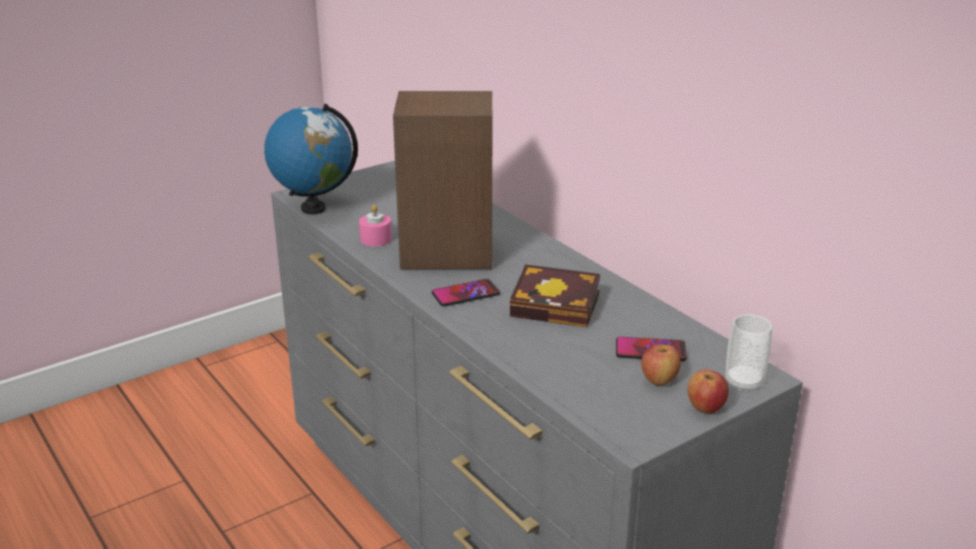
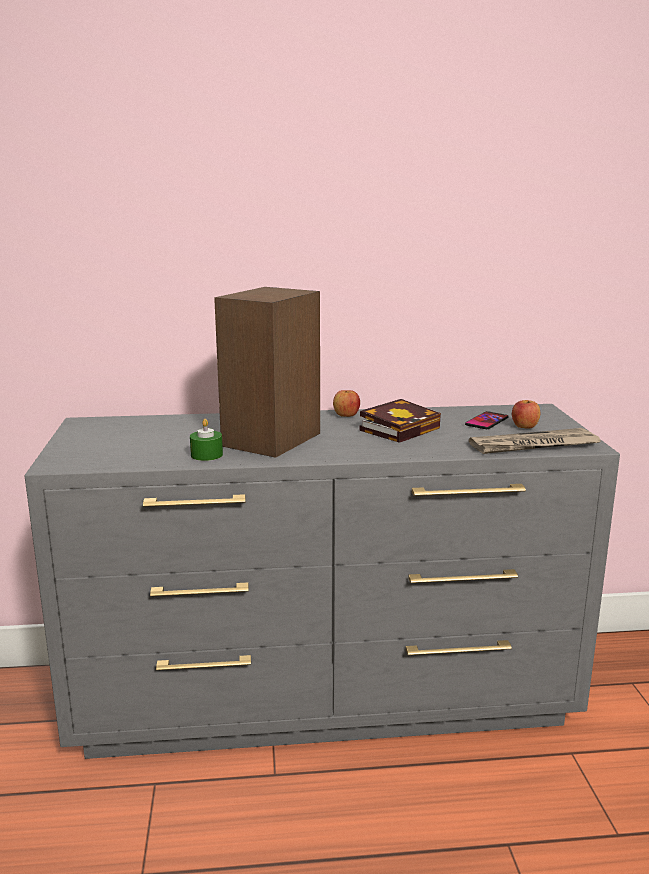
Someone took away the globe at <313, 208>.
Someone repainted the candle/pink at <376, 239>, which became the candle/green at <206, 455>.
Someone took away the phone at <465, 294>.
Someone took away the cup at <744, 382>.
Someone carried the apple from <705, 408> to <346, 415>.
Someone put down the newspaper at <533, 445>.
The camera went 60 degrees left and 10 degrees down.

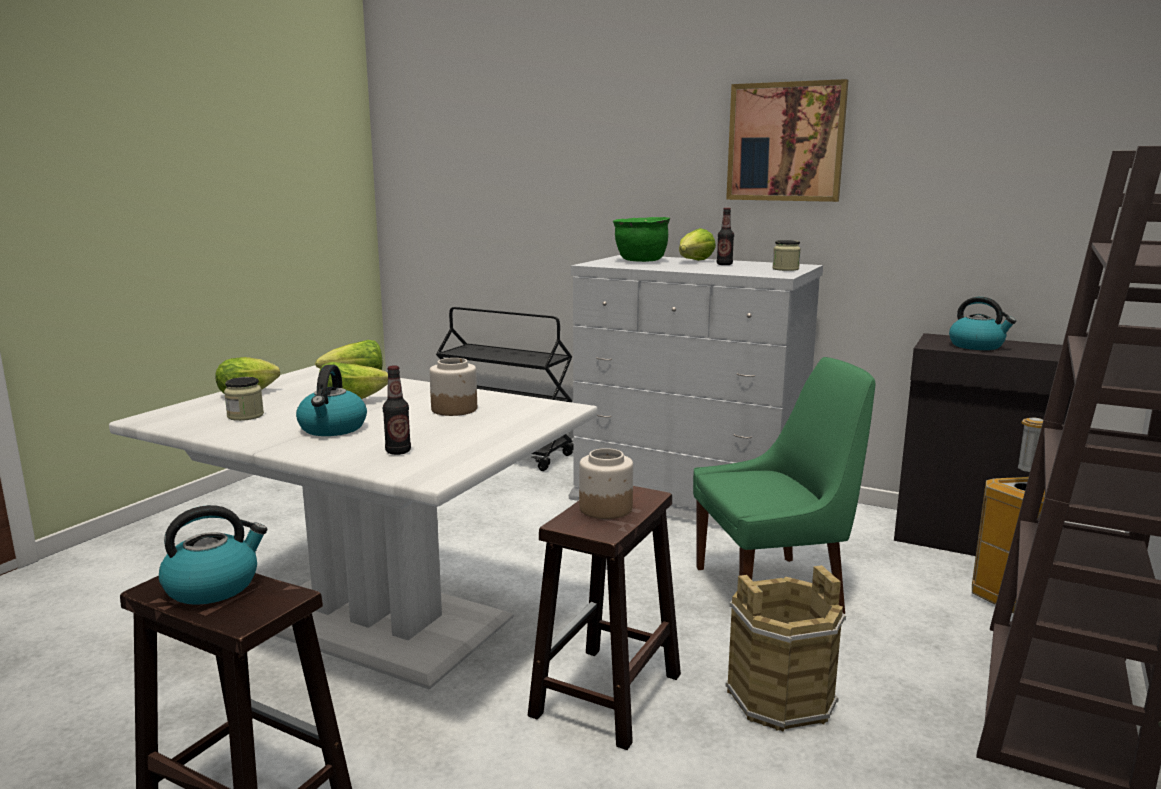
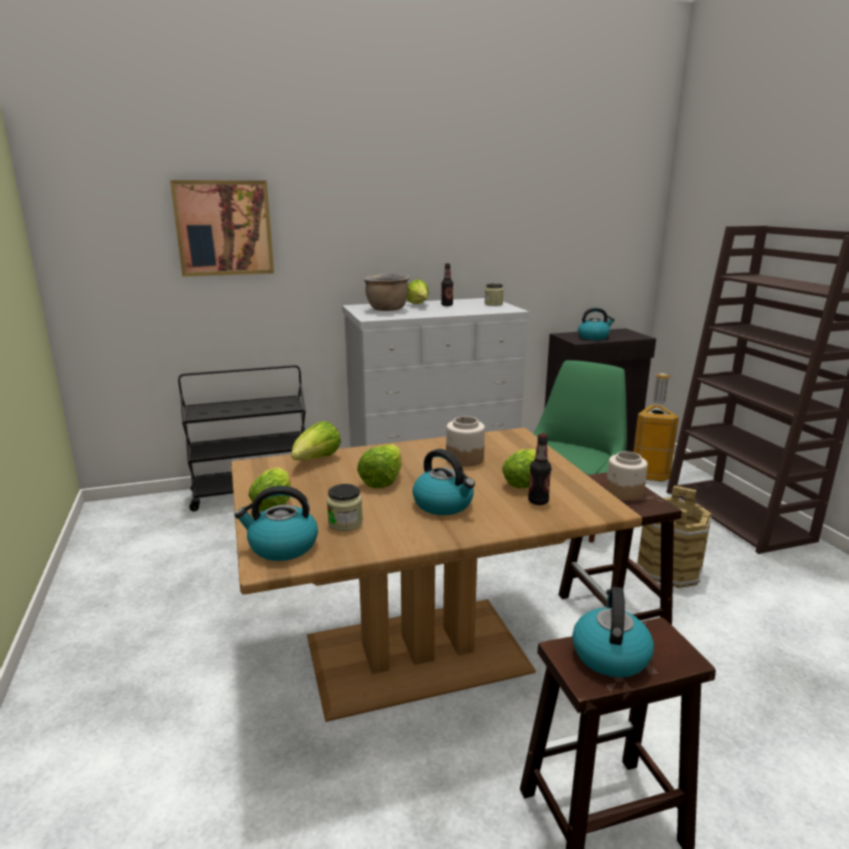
Someone carried the picture from <785, 142> to <224, 228>.
Someone repainted the cooking pot/green at <641, 261>, which became the cooking pot/brown at <387, 310>.
Someone repainted the dining table/white at <375, 622>, which became the dining table/brown at <418, 656>.
Someone put down the lettuce at <524, 482>.
Someone put down the kettle at <282, 546>.
The camera went 45 degrees left and 5 degrees up.

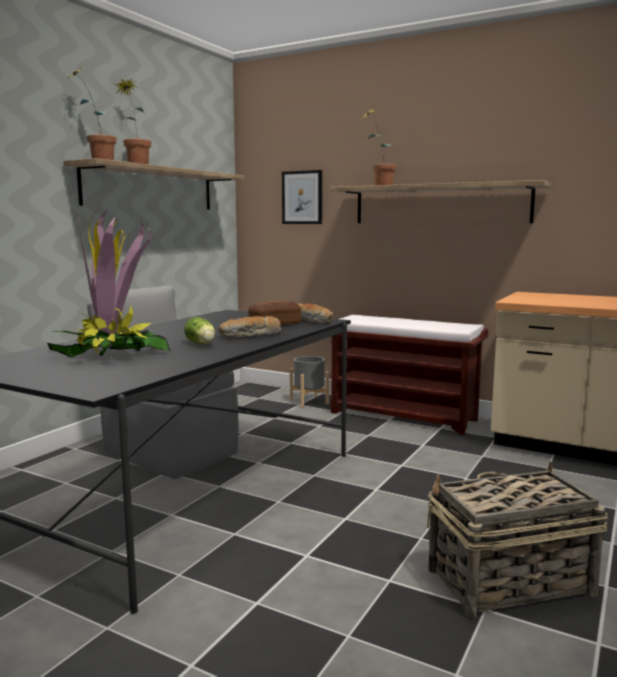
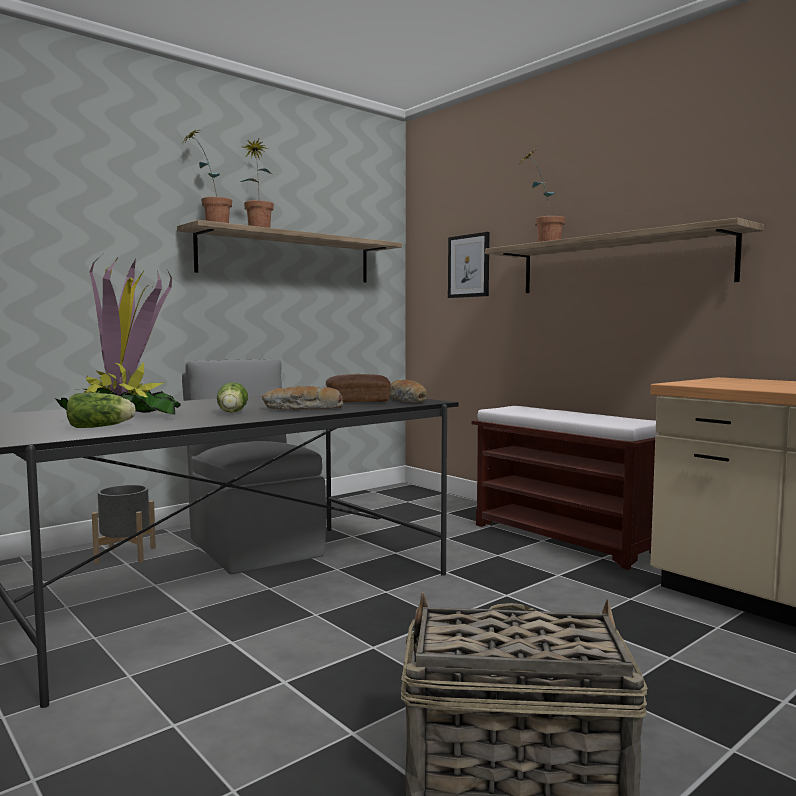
Someone carried the planter/grey from <309, 401> to <126, 555>.
Someone put down the lettuce at <102, 427>.
The camera went 20 degrees right and 5 degrees down.

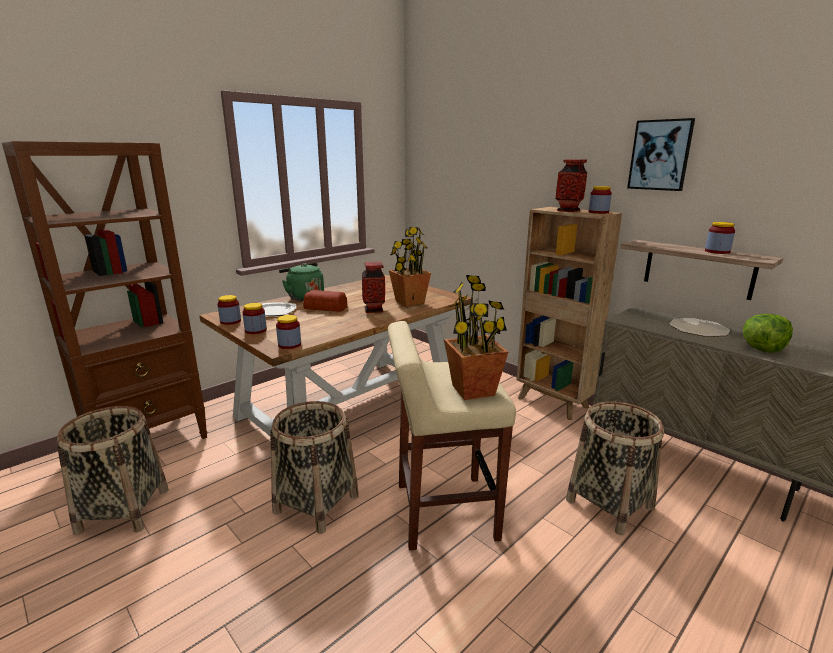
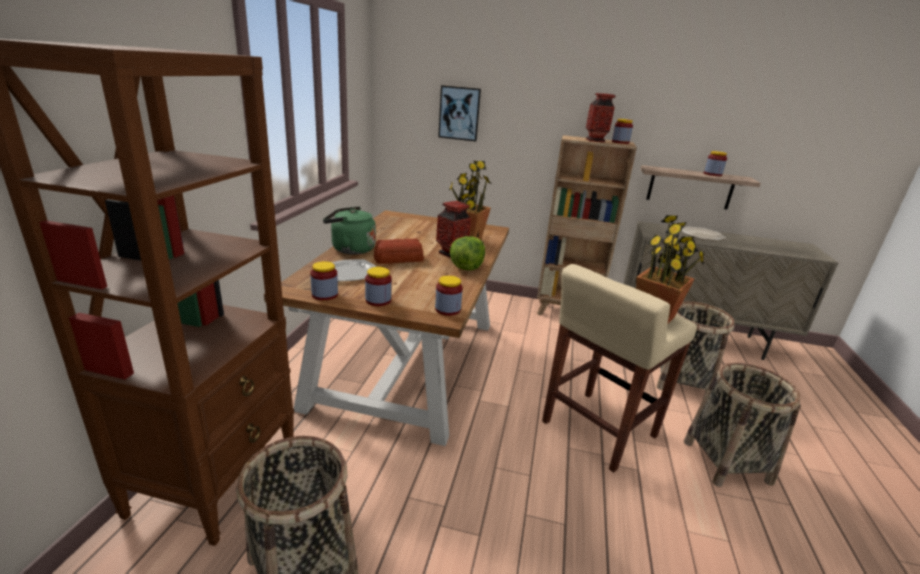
Someone carried the picture from <660, 155> to <459, 113>.
Someone carried the lettuce from <762, 349> to <466, 267>.
Someone carried the basket from <316, 503> to <726, 462>.
The camera went 35 degrees left and 5 degrees up.

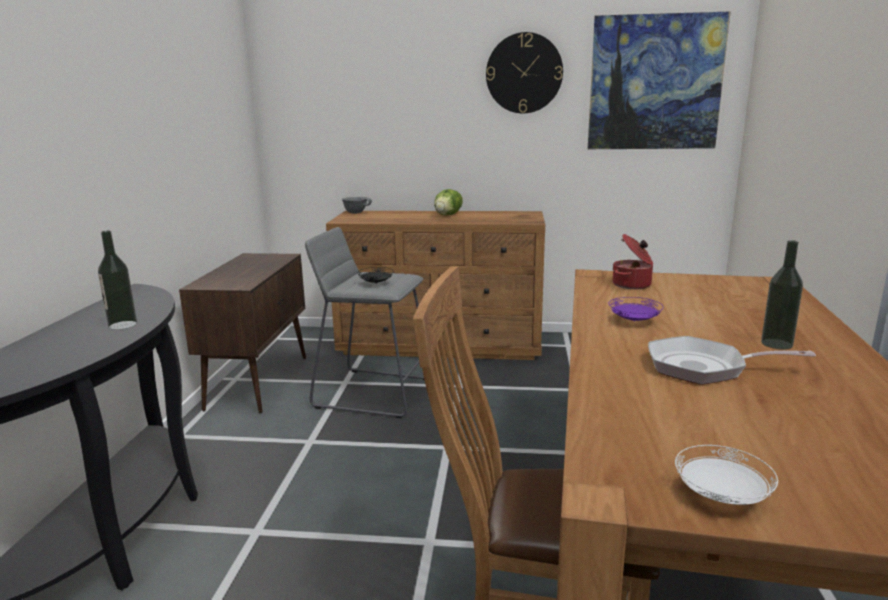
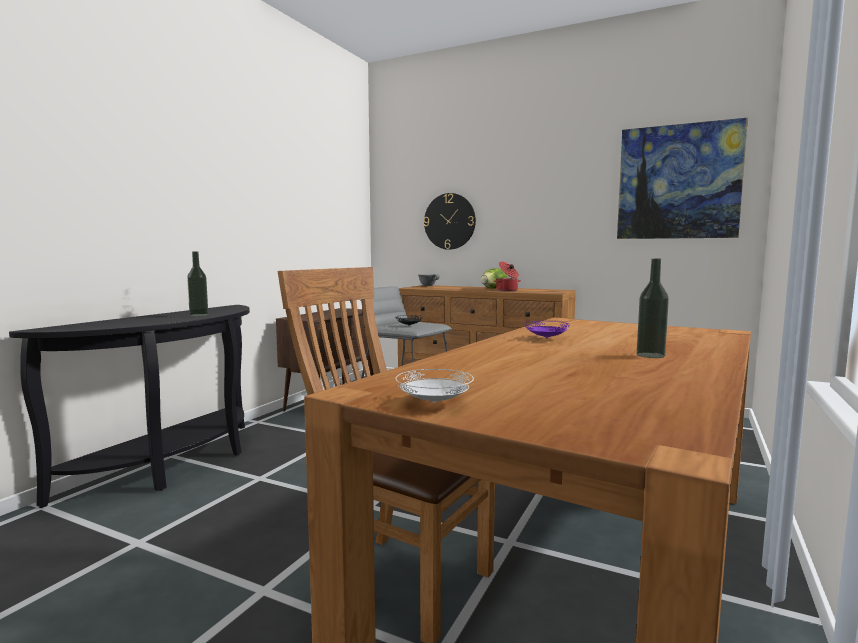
Someone carried the wall clock from <524, 73> to <449, 221>.
Someone carried the cooking pot from <632, 285> to <507, 290>.
Someone took away the frying pan at <703, 367>.
The camera went 20 degrees right and 10 degrees down.

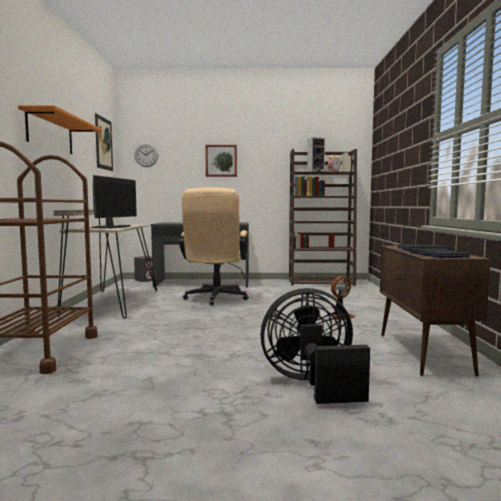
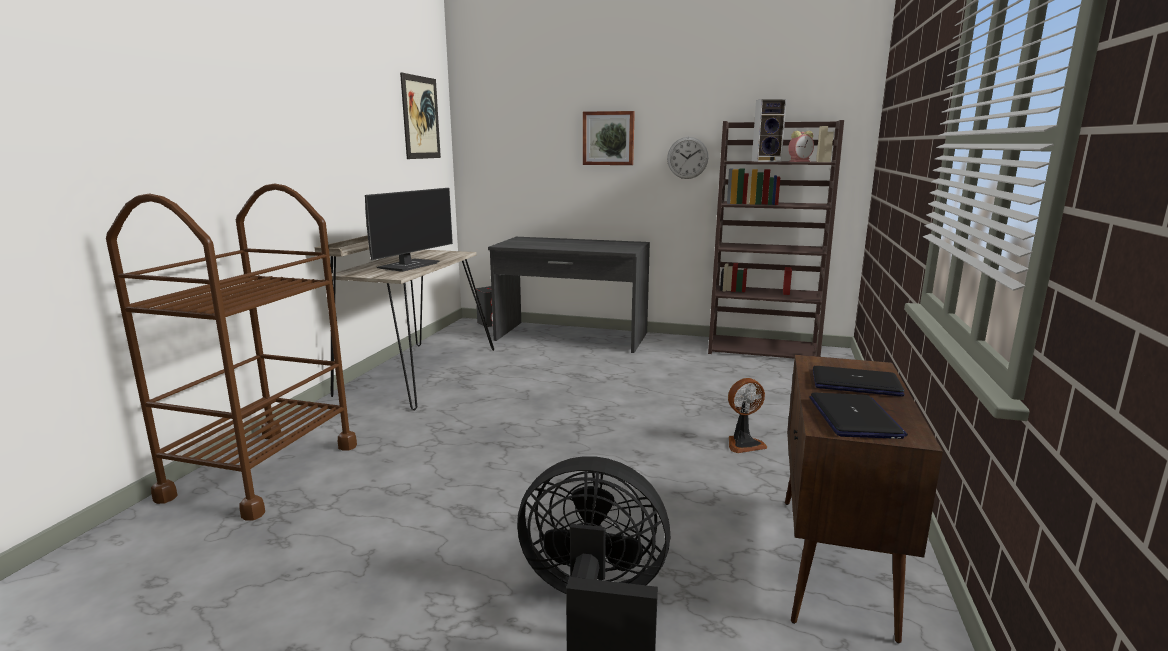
Someone took away the shelf/orange at <50, 133>.
Someone carried the wall clock from <146, 155> to <687, 158>.
Someone took away the office chair/beige at <215, 299>.
The camera went 15 degrees right and 10 degrees up.

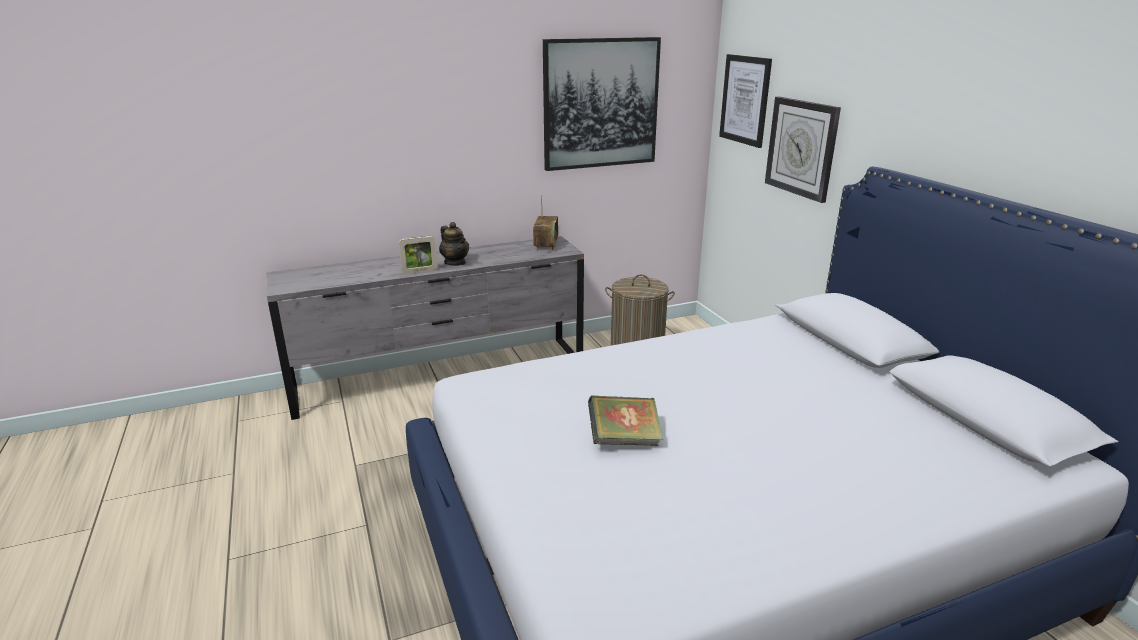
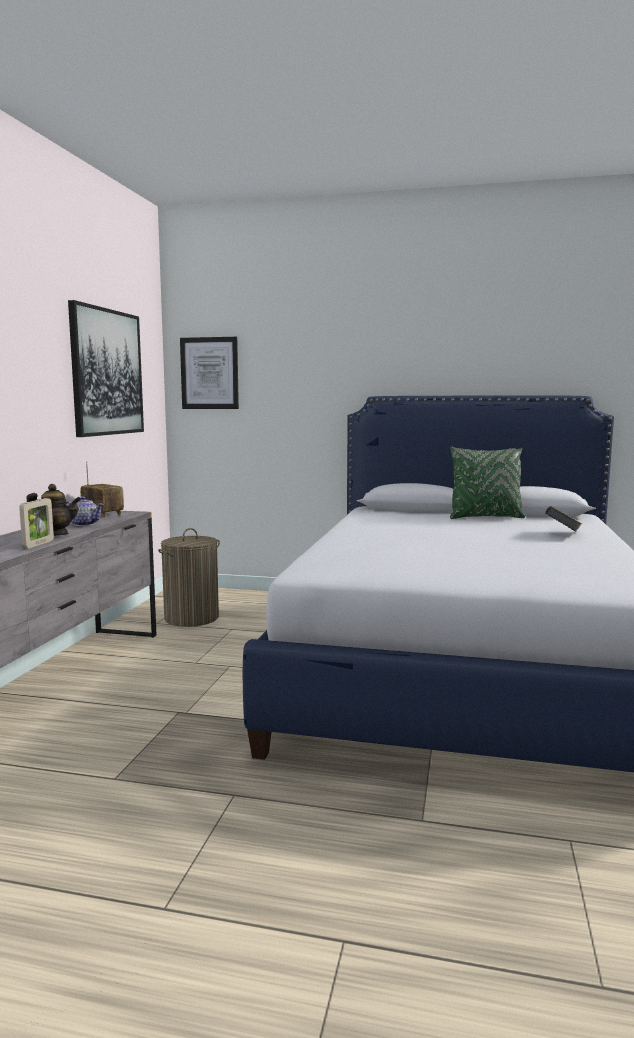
Someone took away the wall clock at <801, 148>.
Someone carried the book from <624, 440> to <563, 534>.
Someone put down the pillow/green at <485, 517>.
Someone put down the teapot at <84, 524>.
The camera went 55 degrees left and 15 degrees down.

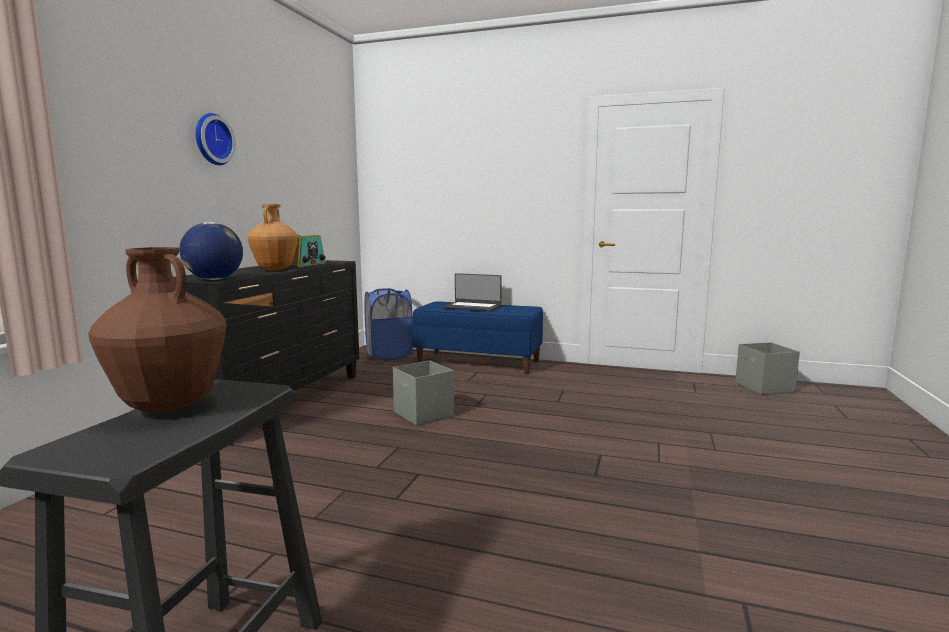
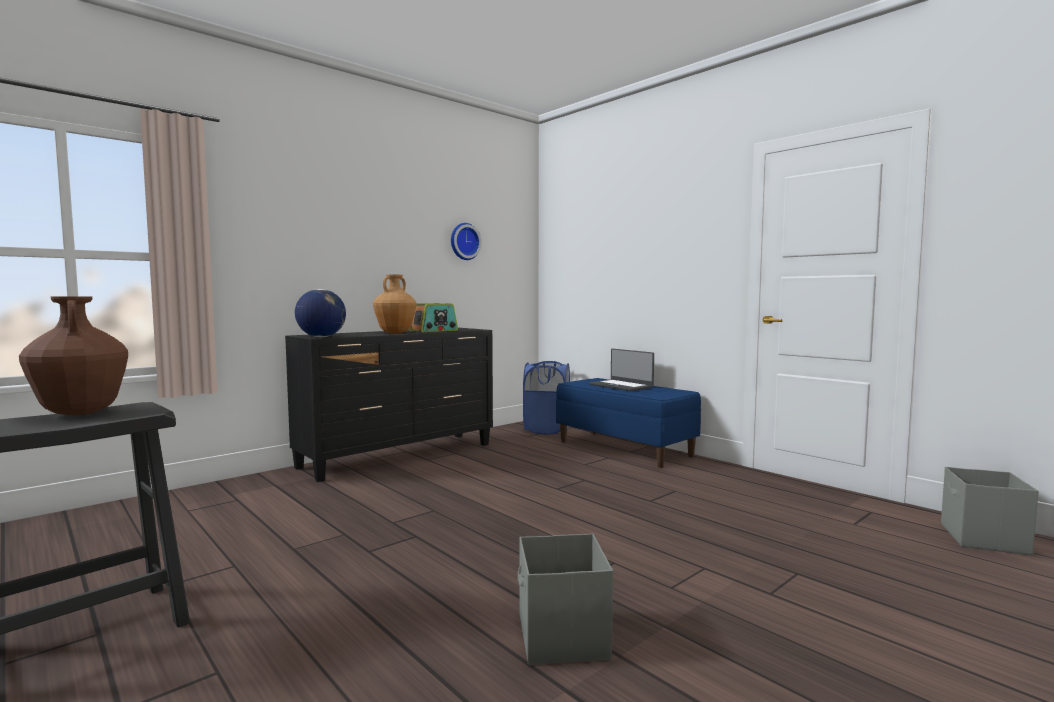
Someone carried the wall clock from <211, 139> to <464, 241>.
Someone carried the storage box/grey from <423, 415> to <562, 638>.
The camera went 30 degrees right and 5 degrees down.

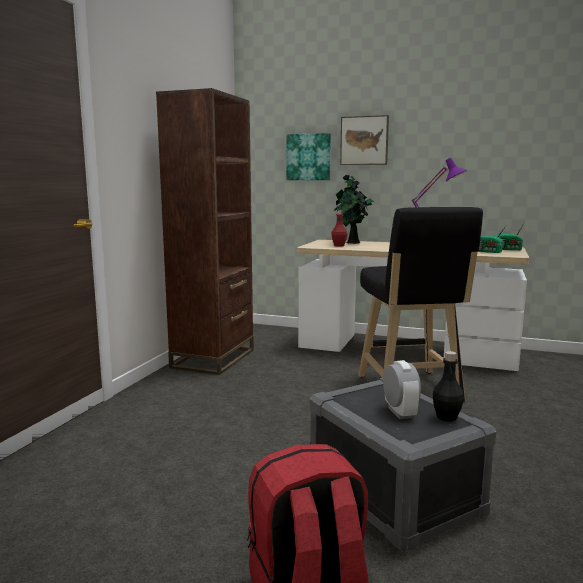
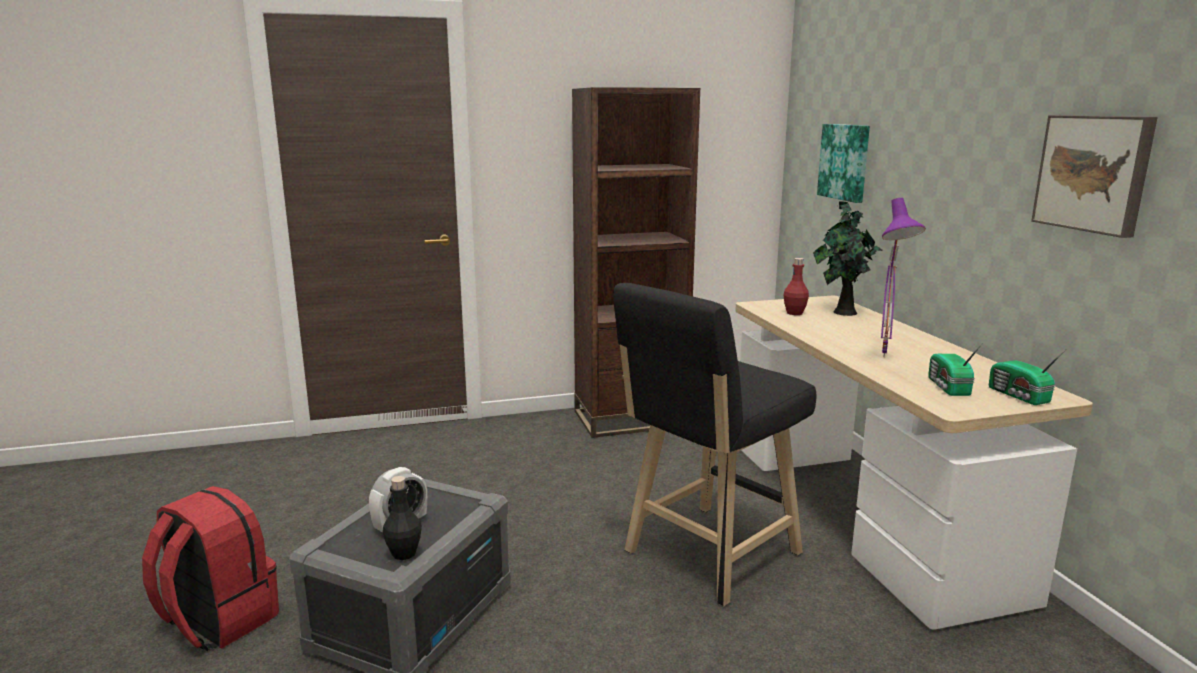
Someone carried the picture from <364, 140> to <1094, 173>.
The camera went 55 degrees right and 5 degrees up.

